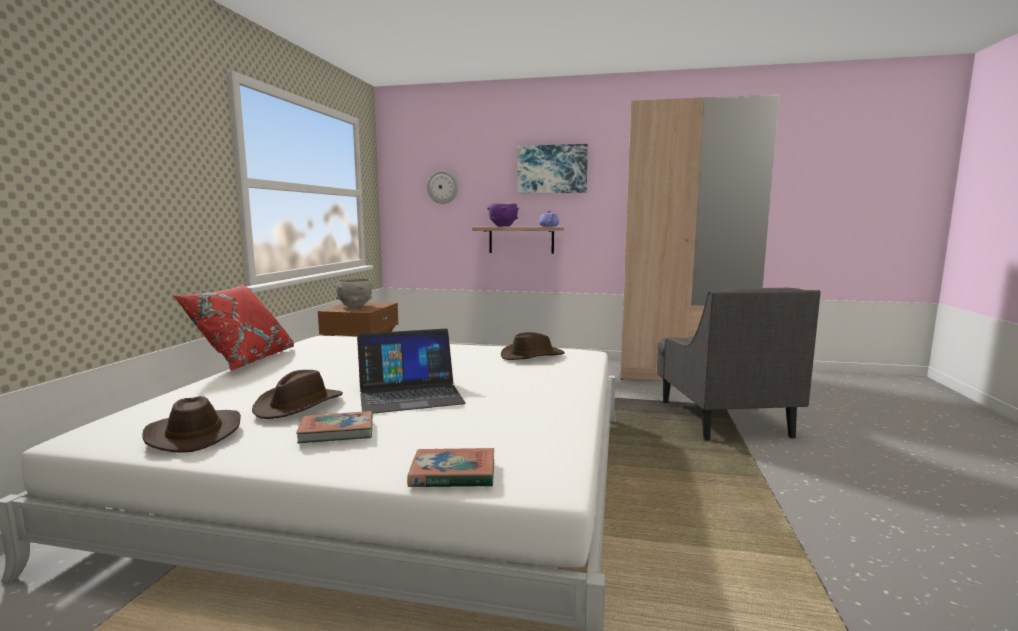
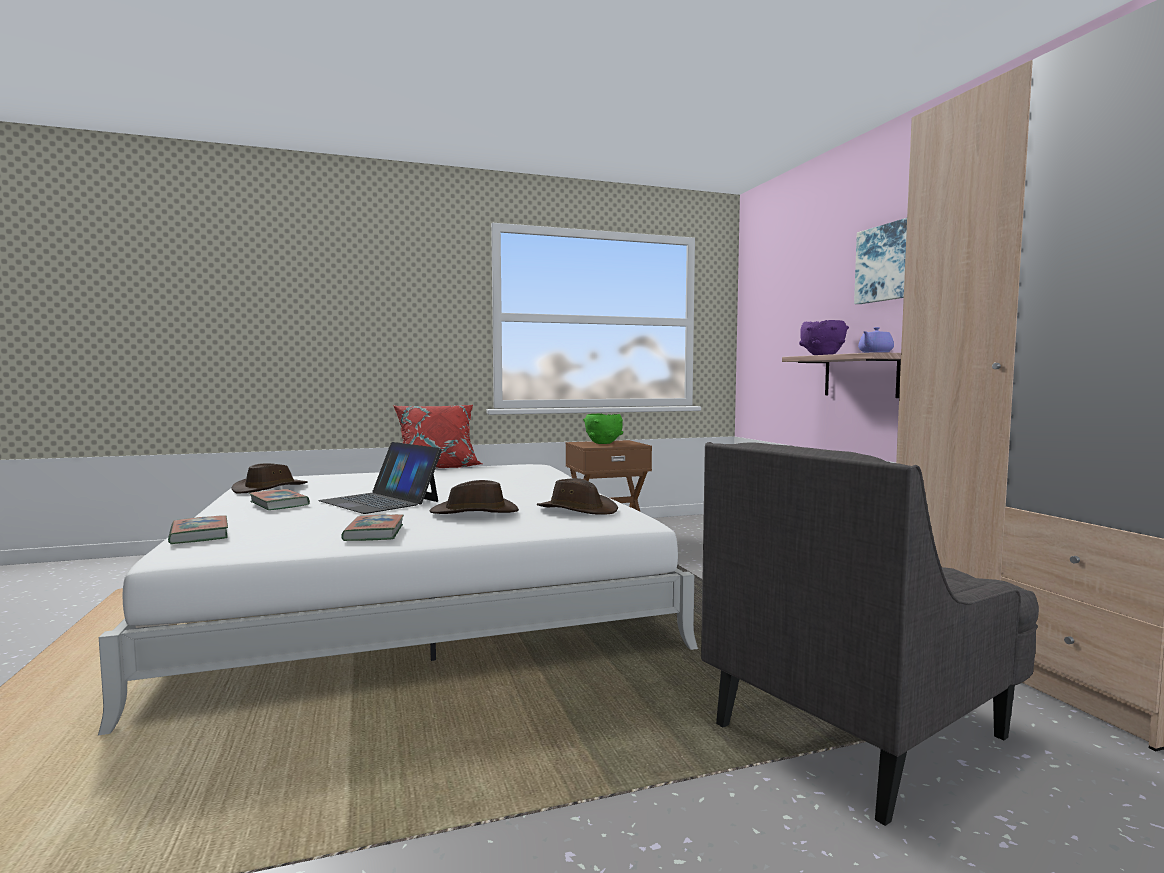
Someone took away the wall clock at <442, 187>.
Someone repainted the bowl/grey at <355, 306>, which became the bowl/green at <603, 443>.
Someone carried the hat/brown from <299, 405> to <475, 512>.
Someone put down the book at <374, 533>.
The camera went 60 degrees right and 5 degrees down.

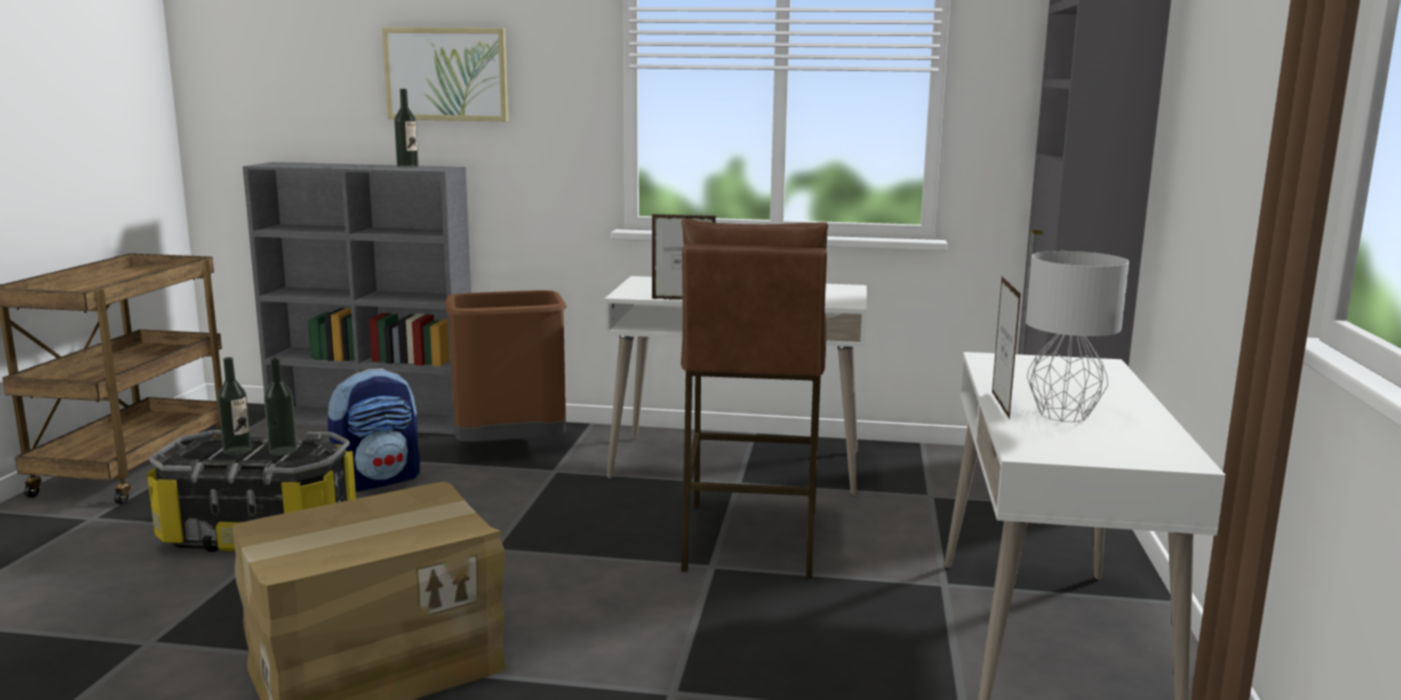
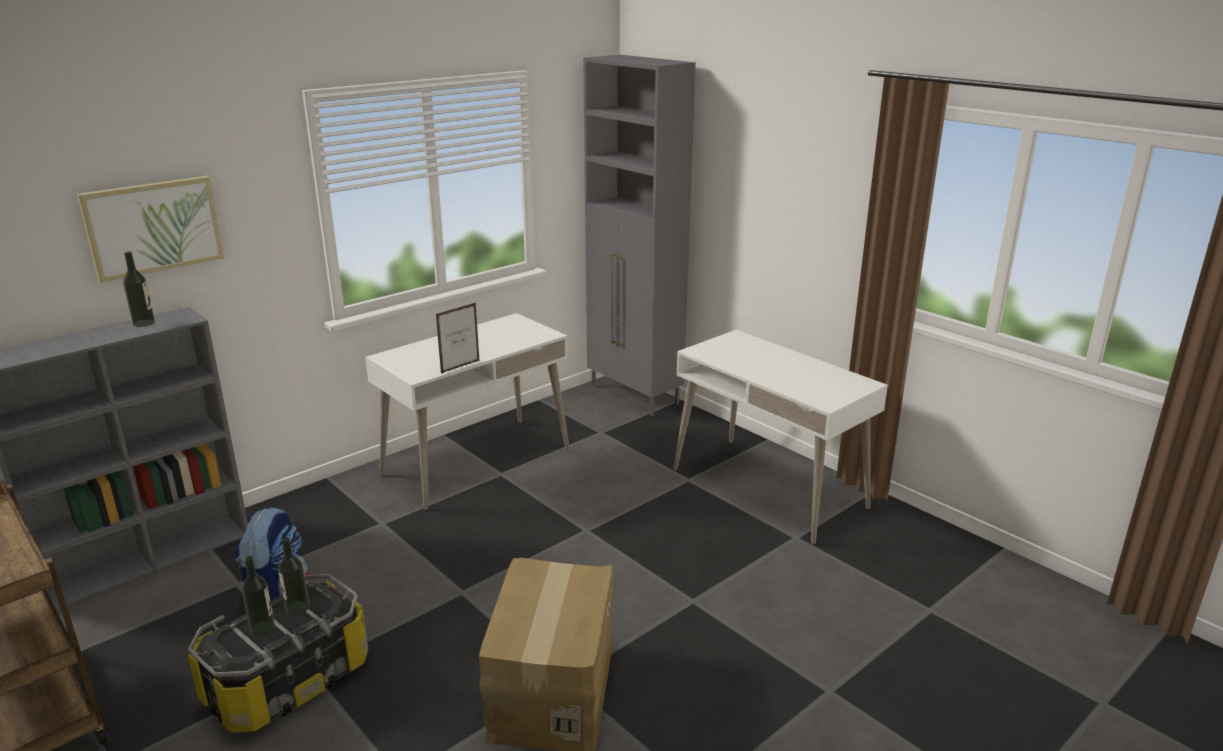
Someone took away the stool/brown at <749, 540>.
Someone took away the table lamp/grey at <1062, 415>.
Someone took away the picture frame at <1000, 405>.
Someone took away the trash can/brown at <511, 449>.
The camera went 50 degrees left and 10 degrees up.

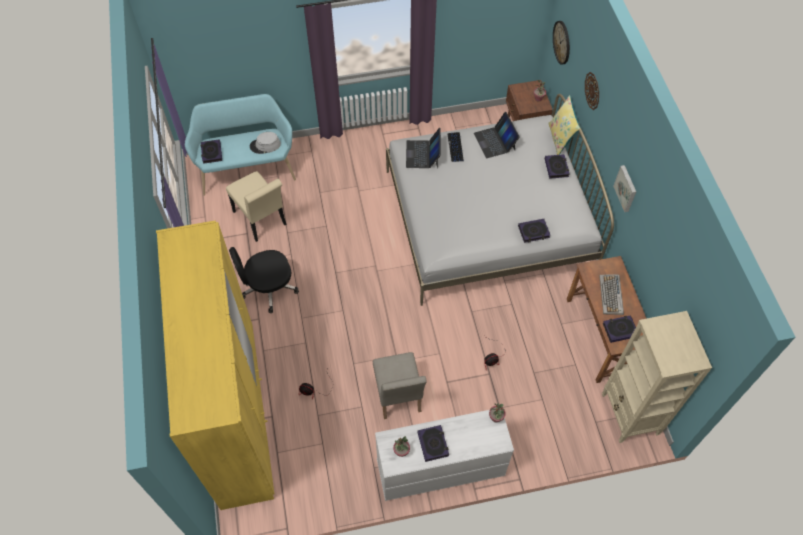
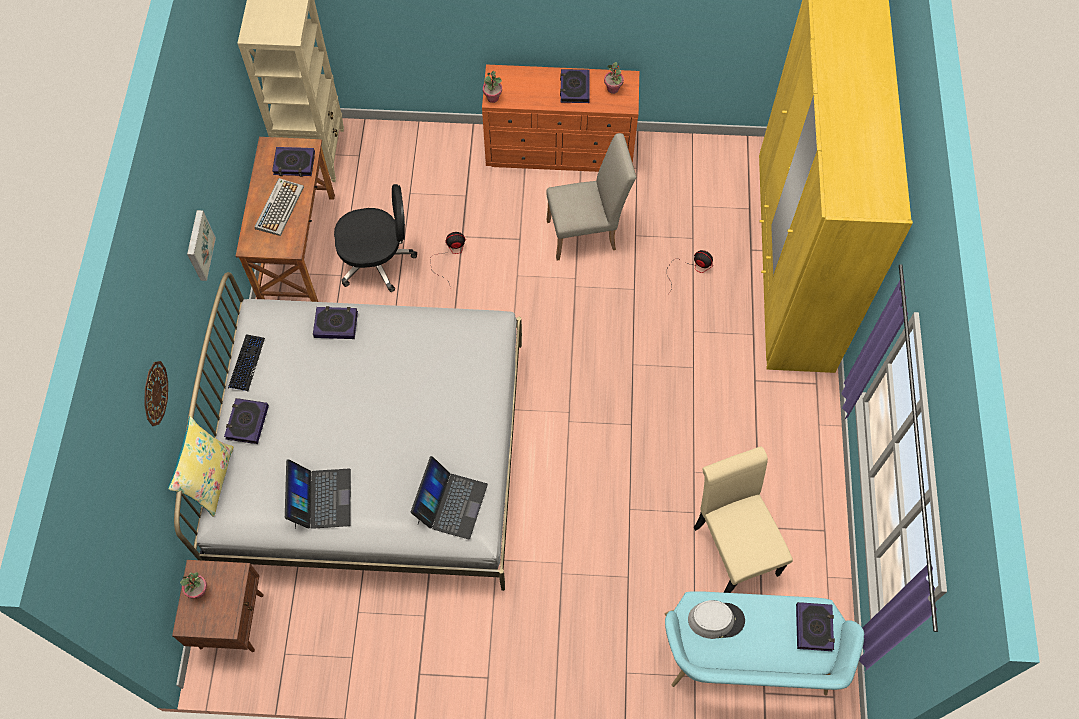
Someone took away the wall clock at <562, 42>.
Someone carried the keyboard from <455, 147> to <246, 363>.
Someone carried the office chair/black from <268, 288> to <377, 260>.
Someone rotated the chair/beige at <398, 398> by 75 degrees clockwise.
Someone repainted the dresser/white at <439, 468>, which became the dresser/orange at <561, 150>.
The camera went 165 degrees left and 5 degrees up.

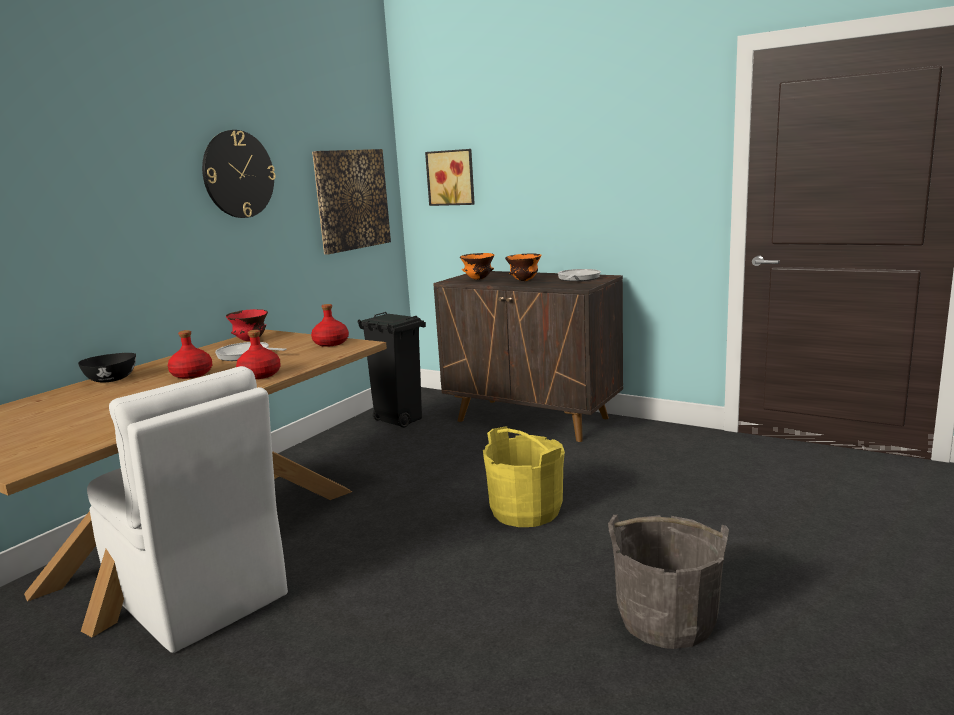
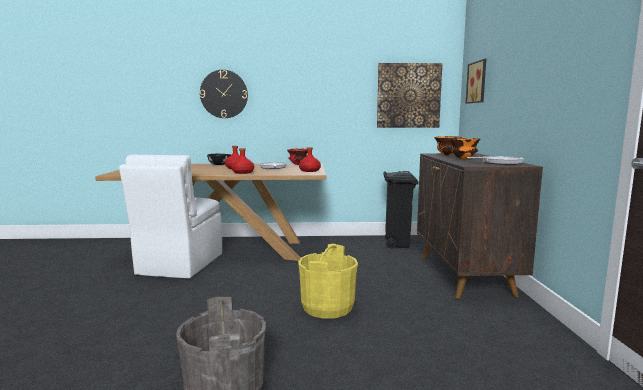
Someone carried the wall clock from <238, 174> to <224, 94>.
The camera went 55 degrees right and 5 degrees down.

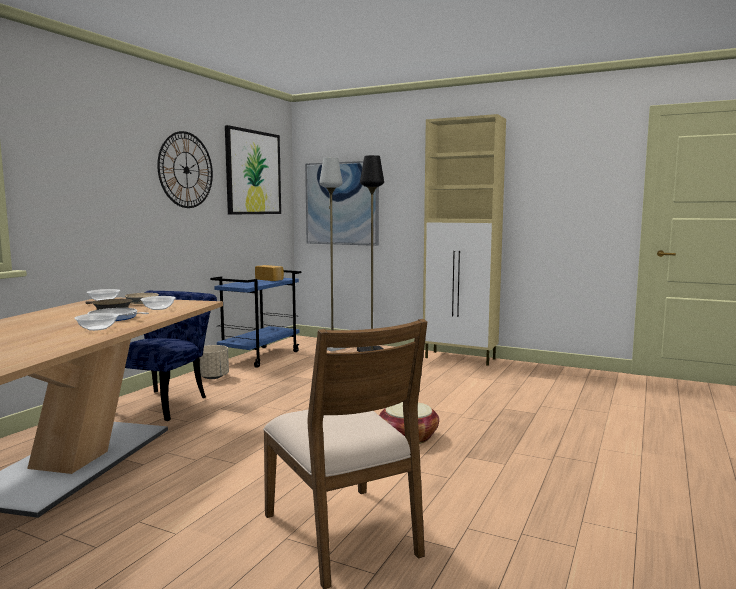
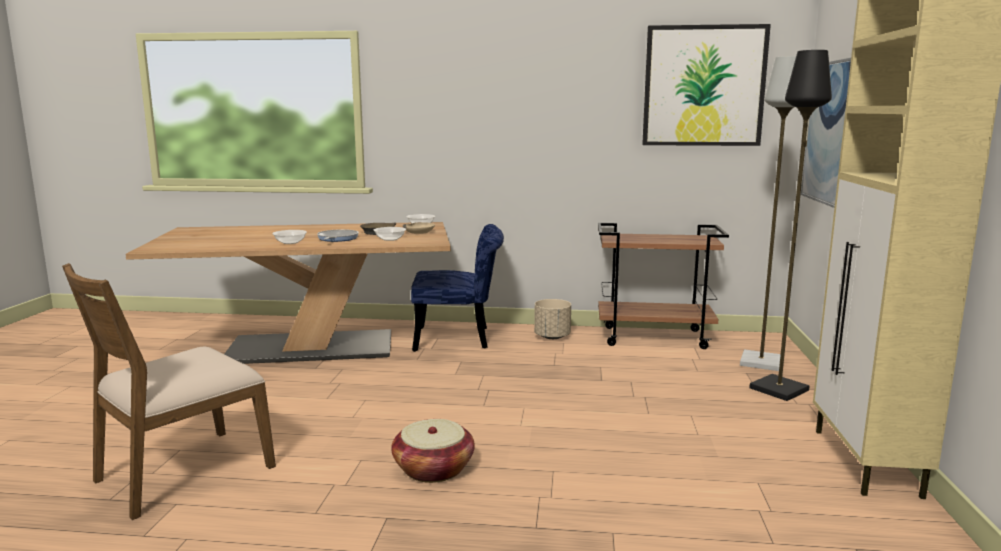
Someone took away the wall clock at <186, 170>.
Someone took away the bread at <270, 279>.
Someone repainted the cart/blue at <260, 356>, which became the cart/brown at <655, 337>.
The camera went 70 degrees right and 5 degrees up.

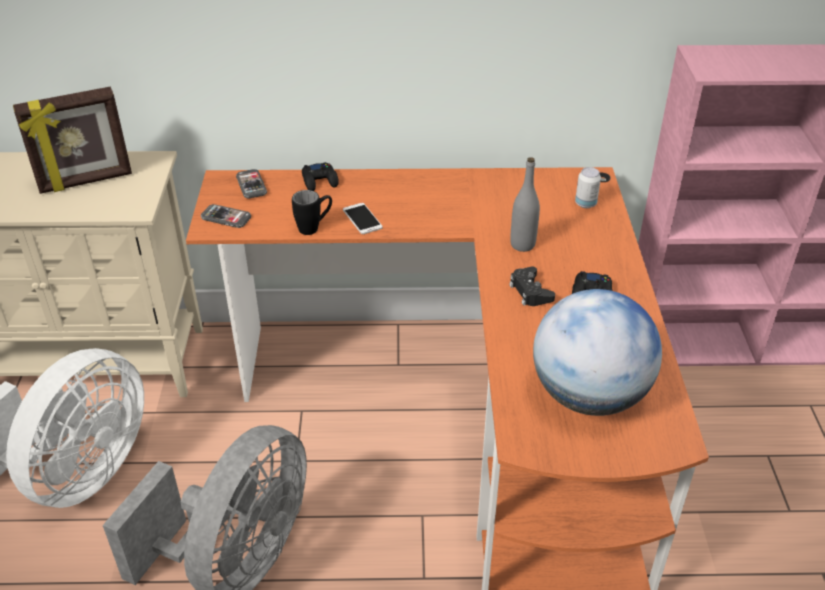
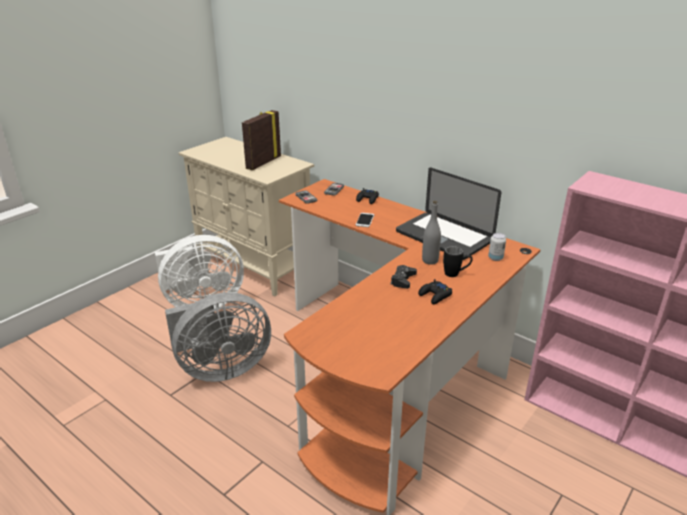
Someone rotated the picture frame at <86, 181> by 105 degrees clockwise.
Someone carried the mug/black from <314, 227> to <456, 274>.
Someone took away the globe at <588, 396>.
Someone put down the laptop at <443, 237>.
The camera went 40 degrees right and 10 degrees down.

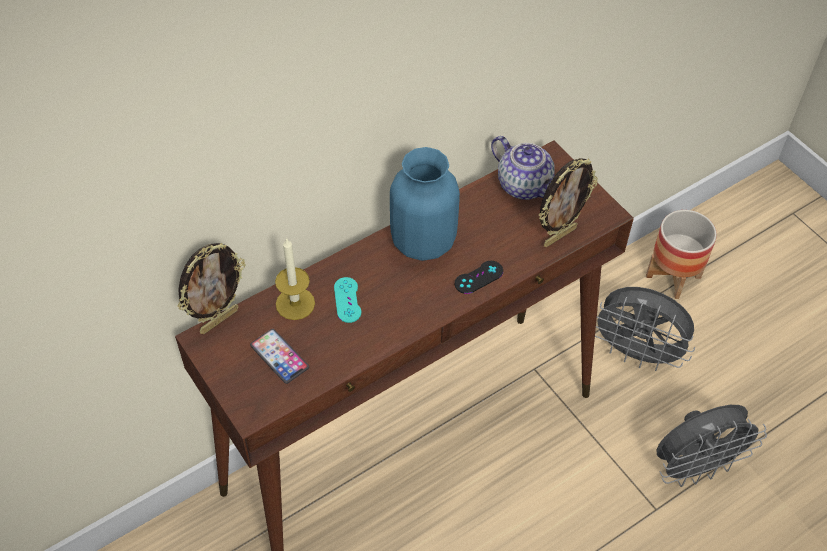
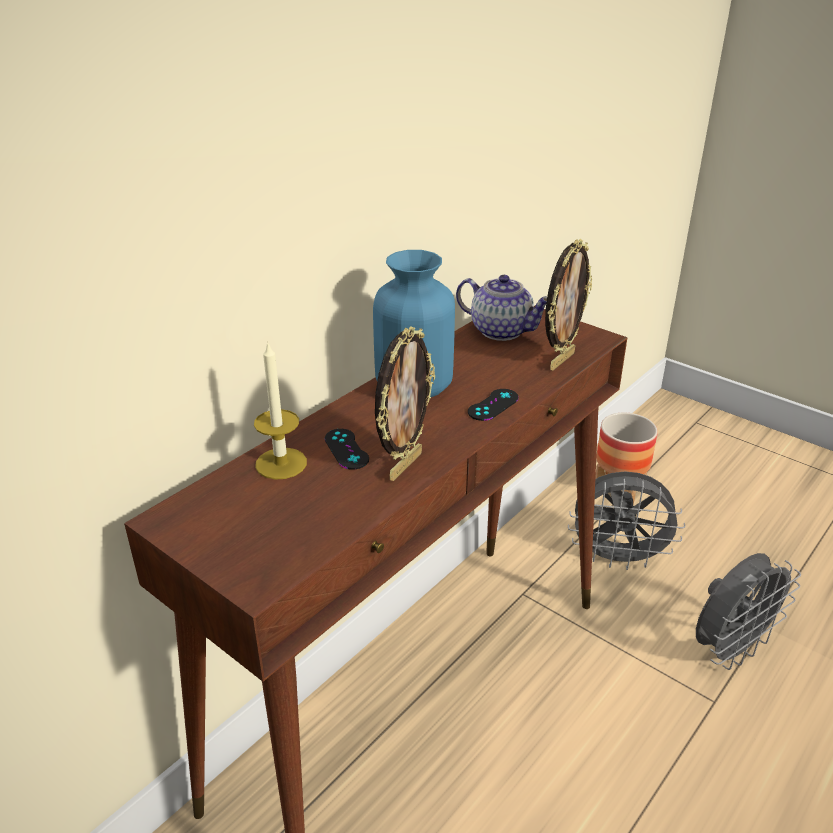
Someone carried the picture frame from <219, 320> to <404, 465>.
Someone repainted the game controller/turquoise at <347, 300>, which became the game controller/black at <346, 449>.
Someone took away the phone at <279, 356>.
The camera went 15 degrees left and 20 degrees down.

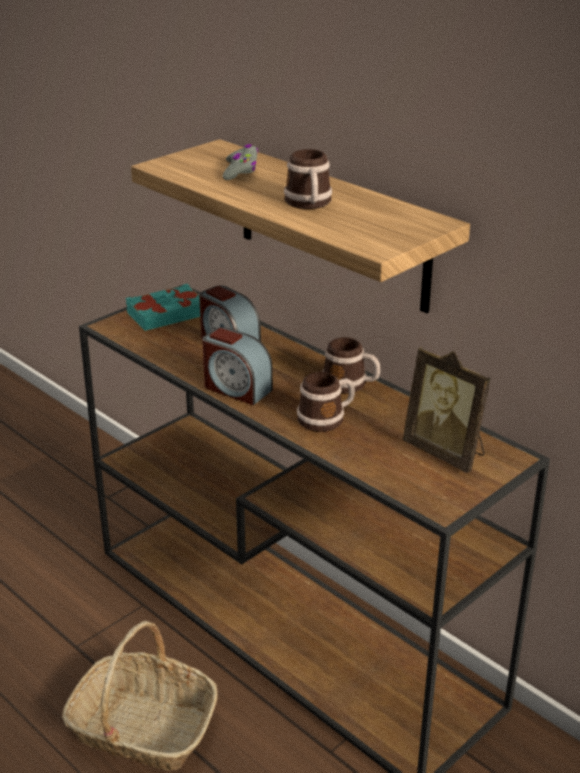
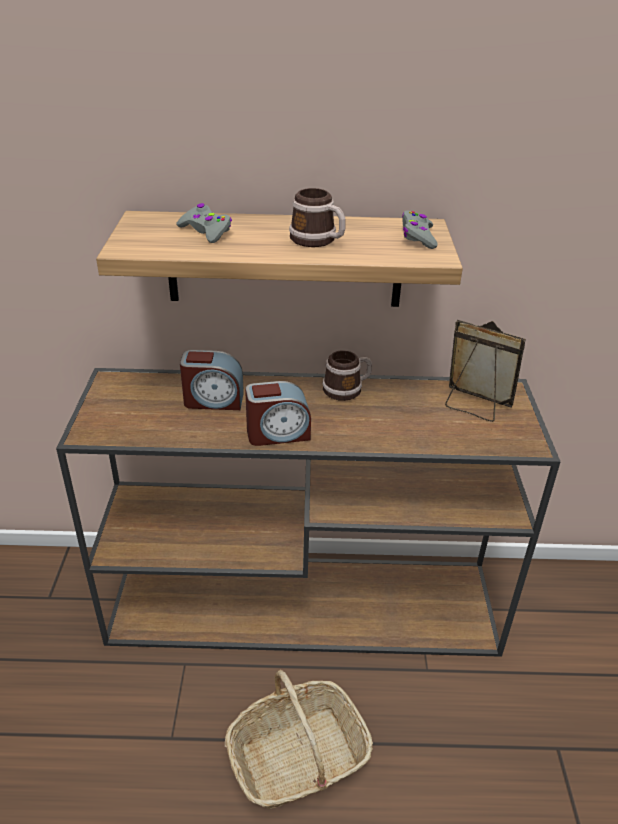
Someone took away the book/turquoise at <166, 313>.
Someone rotated the picture frame at <446, 452> by 150 degrees counterclockwise.
Someone took away the mug at <326, 418>.
Someone put down the game controller/grey at <417, 237>.
The camera went 45 degrees left and 5 degrees up.

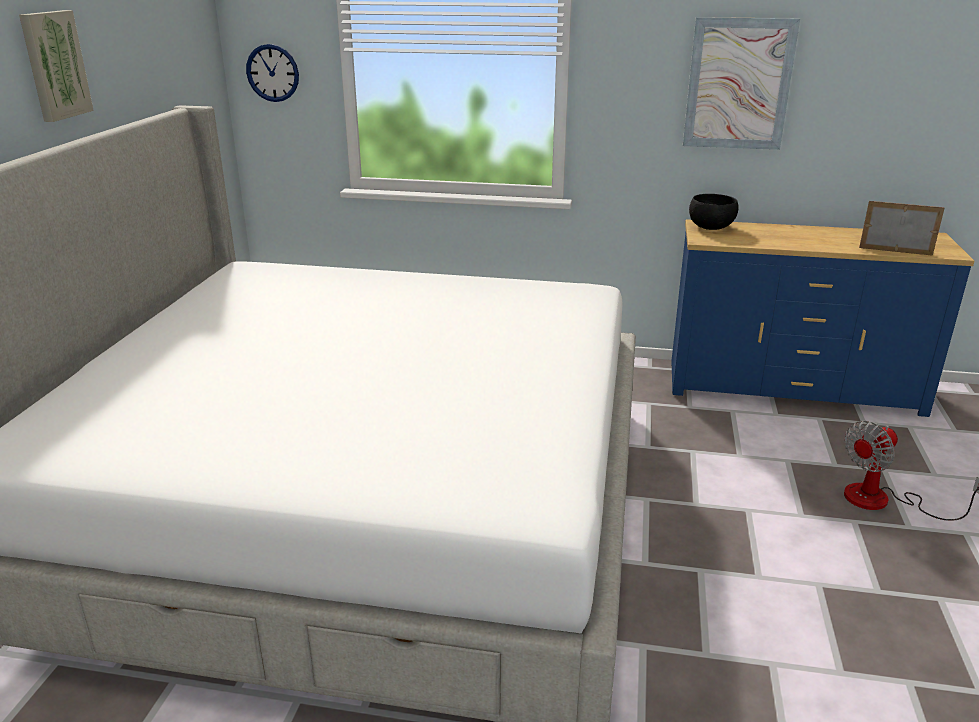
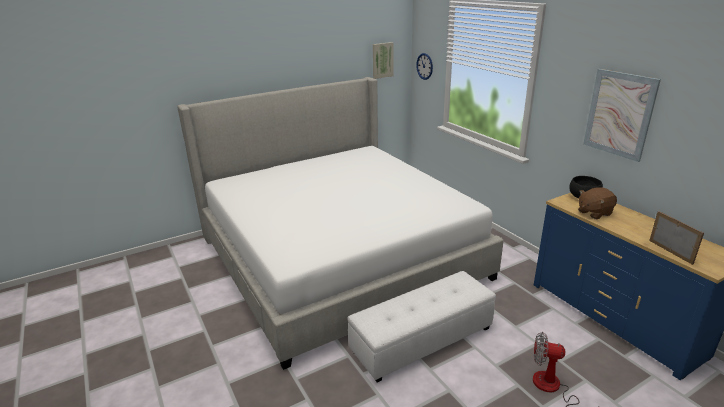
Someone carried the picture from <54, 65> to <382, 60>.
Someone put down the plush toy/brown at <594, 213>.
Someone put down the ottoman/white at <421, 339>.
The camera went 50 degrees right and 0 degrees up.

